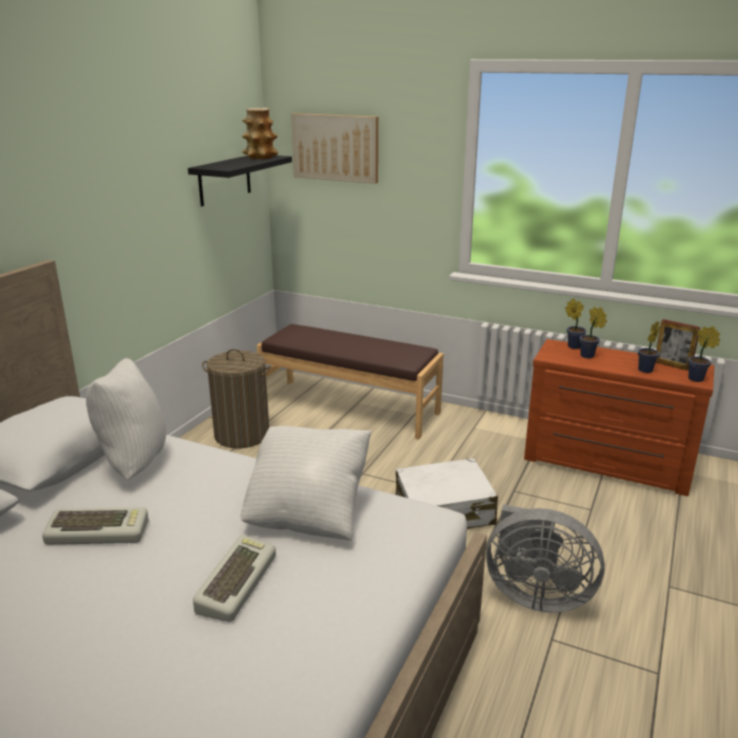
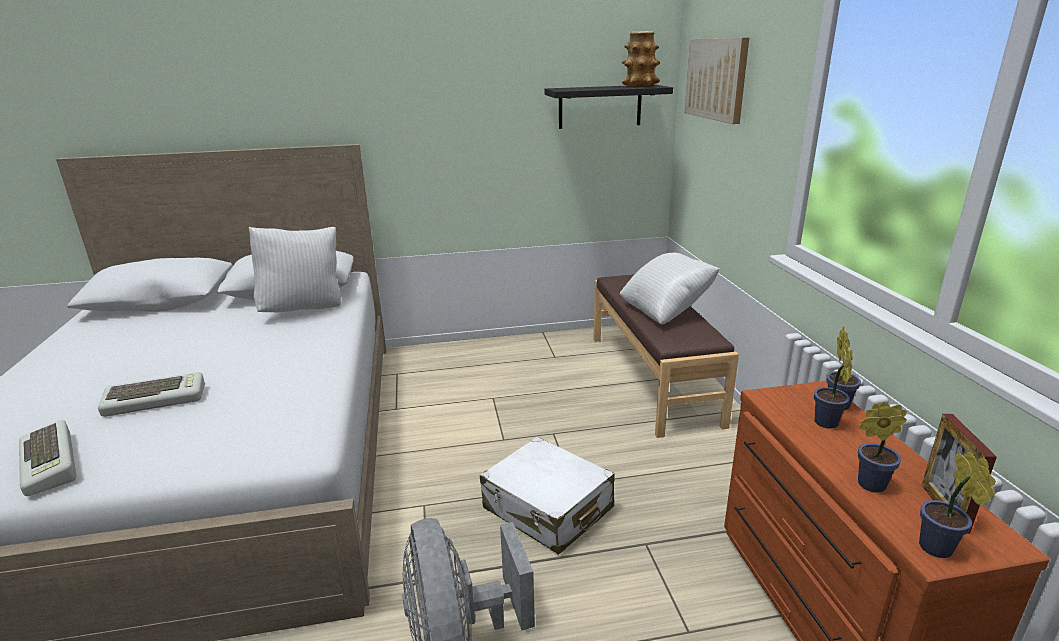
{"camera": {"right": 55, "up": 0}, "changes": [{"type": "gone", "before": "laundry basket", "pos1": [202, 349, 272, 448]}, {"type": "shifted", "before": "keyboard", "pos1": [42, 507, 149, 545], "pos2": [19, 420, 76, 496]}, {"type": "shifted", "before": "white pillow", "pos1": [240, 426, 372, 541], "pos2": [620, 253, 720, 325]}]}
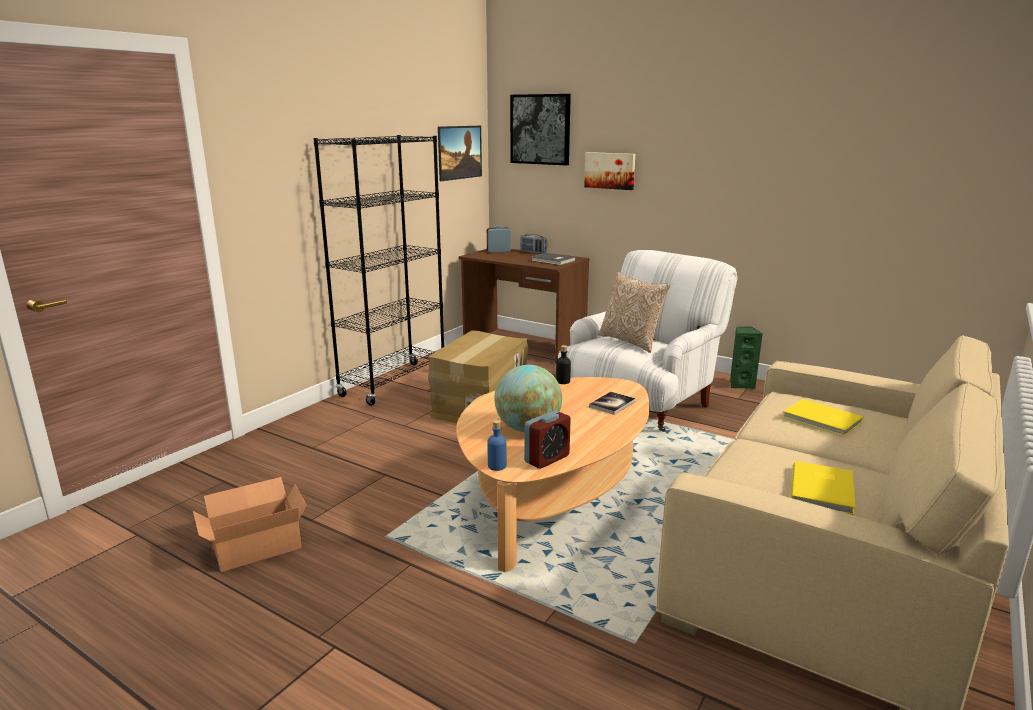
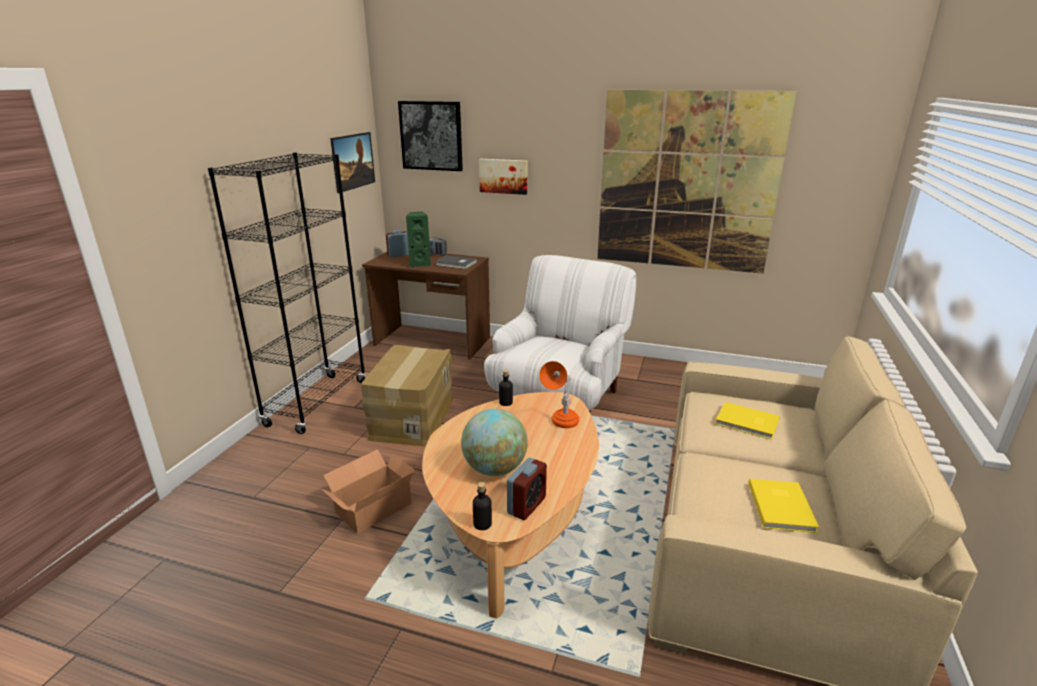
{"camera": {"right": -15, "up": 5}, "changes": [{"type": "gone", "before": "pillow", "pos1": [598, 272, 671, 353]}, {"type": "new", "after": "picture", "pos2": [597, 90, 796, 274]}, {"type": "shifted", "before": "cardboard box", "pos1": [193, 477, 307, 572], "pos2": [322, 449, 415, 534]}, {"type": "shifted", "before": "green speaker", "pos1": [730, 327, 763, 389], "pos2": [406, 212, 431, 267]}, {"type": "swapped", "before": "book", "after": "orange table lamp", "pos1": [589, 392, 636, 415], "pos2": [539, 361, 579, 428]}, {"type": "repainted", "before": "blue bottle", "after": "black bottle", "pos1": [488, 420, 506, 471], "pos2": [473, 482, 492, 530]}]}
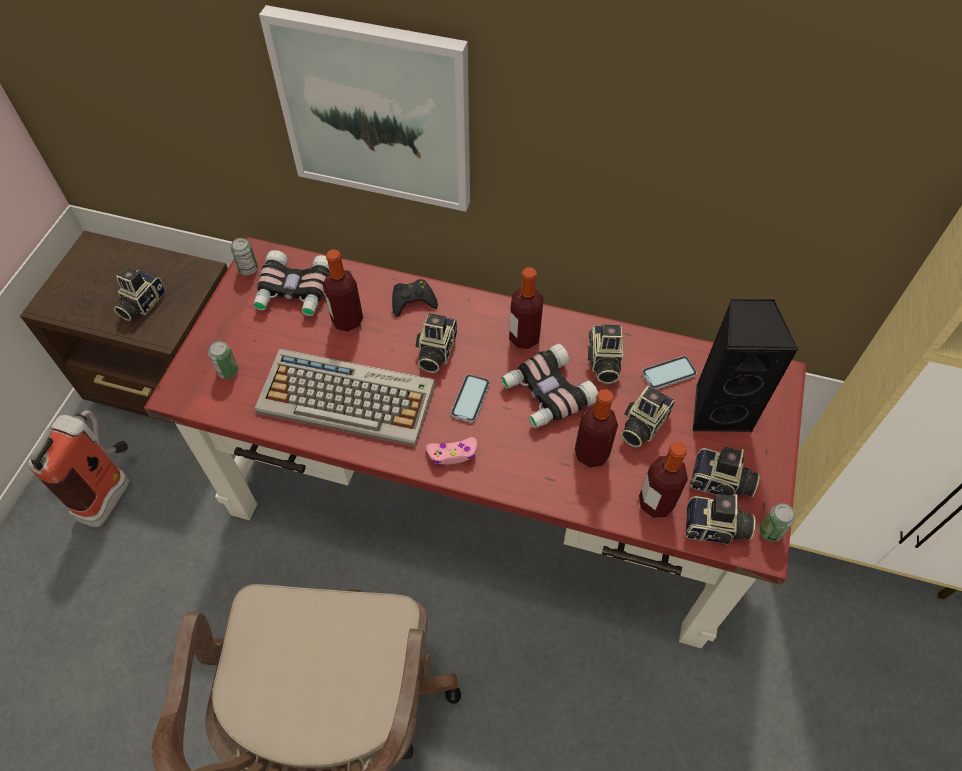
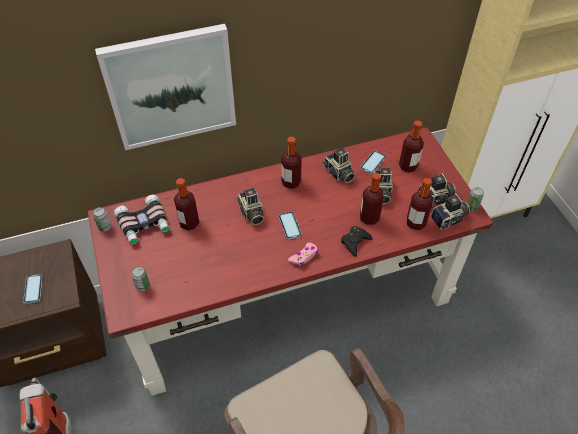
{"camera": {"right": -35, "up": -5}, "changes": [{"type": "gone", "before": "keyboard", "pos1": [255, 349, 435, 447]}, {"type": "gone", "before": "binoculars", "pos1": [501, 343, 598, 428]}, {"type": "shifted", "before": "black game controller", "pos1": [392, 279, 438, 317], "pos2": [341, 226, 373, 256]}, {"type": "swapped", "before": "photo camera", "after": "phone", "pos1": [113, 268, 166, 321], "pos2": [23, 274, 43, 304]}, {"type": "swapped", "before": "black speaker", "after": "bottle", "pos1": [693, 299, 798, 432], "pos2": [399, 120, 424, 173]}]}
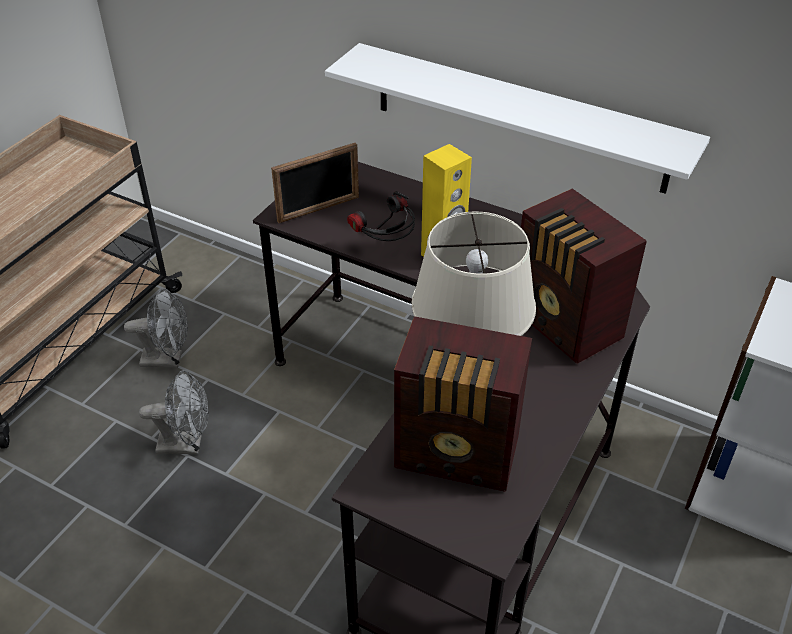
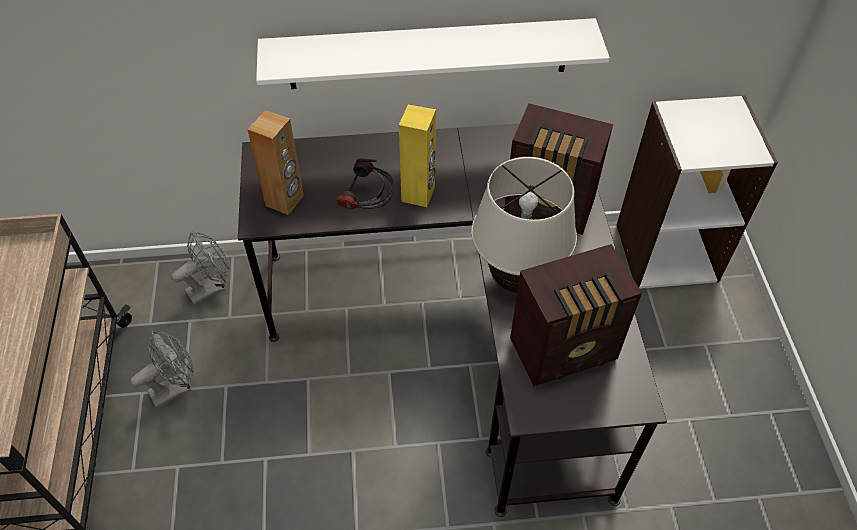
{"camera": {"right": -35, "up": 10}, "changes": [{"type": "shifted", "before": "grey fan", "pos1": [139, 370, 209, 454], "pos2": [172, 231, 229, 305]}, {"type": "swapped", "before": "picture frame", "after": "brown speaker", "pos1": [271, 142, 359, 223], "pos2": [247, 110, 304, 215]}]}
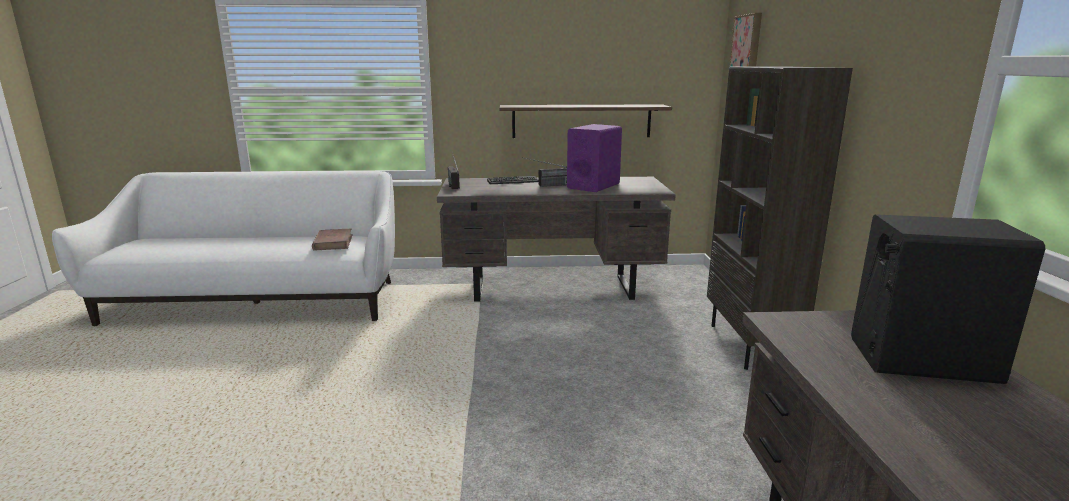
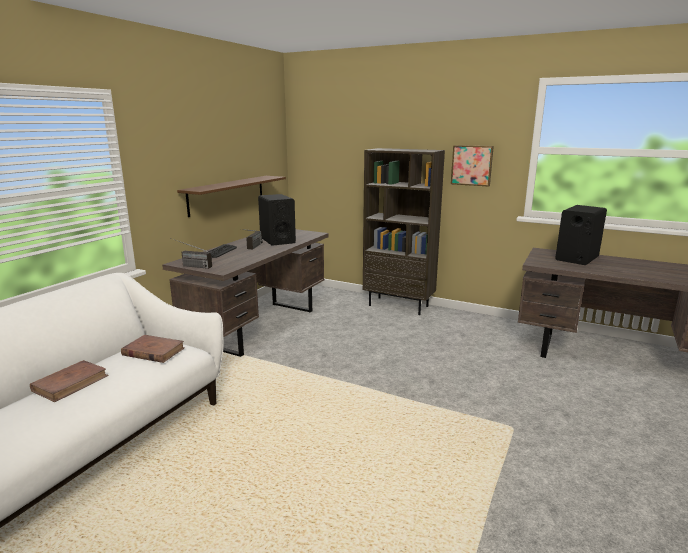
{"camera": {"right": -60, "up": 0}, "changes": [{"type": "new", "after": "brown book", "pos2": [30, 360, 109, 402]}, {"type": "shifted", "before": "picture", "pos1": [729, 13, 762, 66], "pos2": [451, 145, 494, 187]}, {"type": "repainted", "before": "purple speaker", "after": "black speaker", "pos1": [567, 124, 622, 192], "pos2": [258, 194, 296, 246]}]}
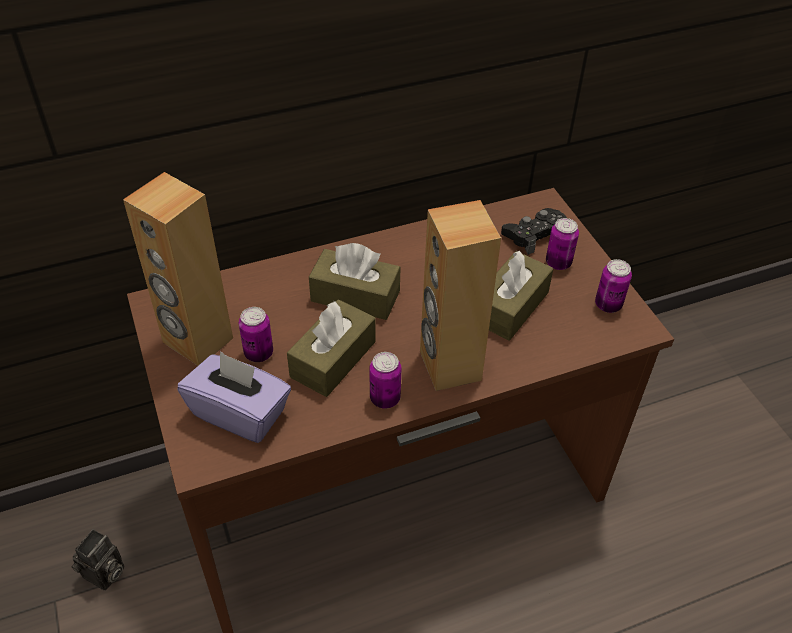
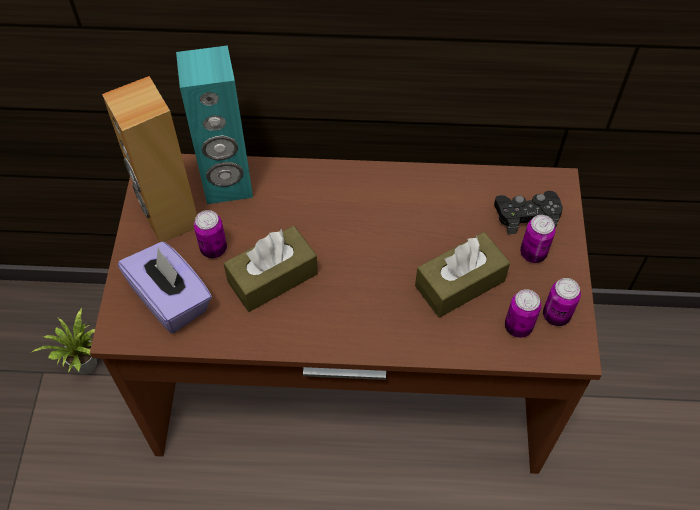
{"camera": {"right": 25, "up": 10}, "changes": [{"type": "gone", "before": "brown tissue box", "pos1": [309, 243, 401, 320]}, {"type": "gone", "before": "brown speaker", "pos1": [420, 200, 501, 391]}, {"type": "new", "after": "turquoise speaker", "pos2": [176, 45, 253, 204]}, {"type": "shifted", "before": "can", "pos1": [369, 352, 402, 409], "pos2": [505, 289, 541, 338]}, {"type": "swapped", "before": "photo camera", "after": "potted plant", "pos1": [71, 529, 124, 590], "pos2": [32, 308, 97, 374]}]}
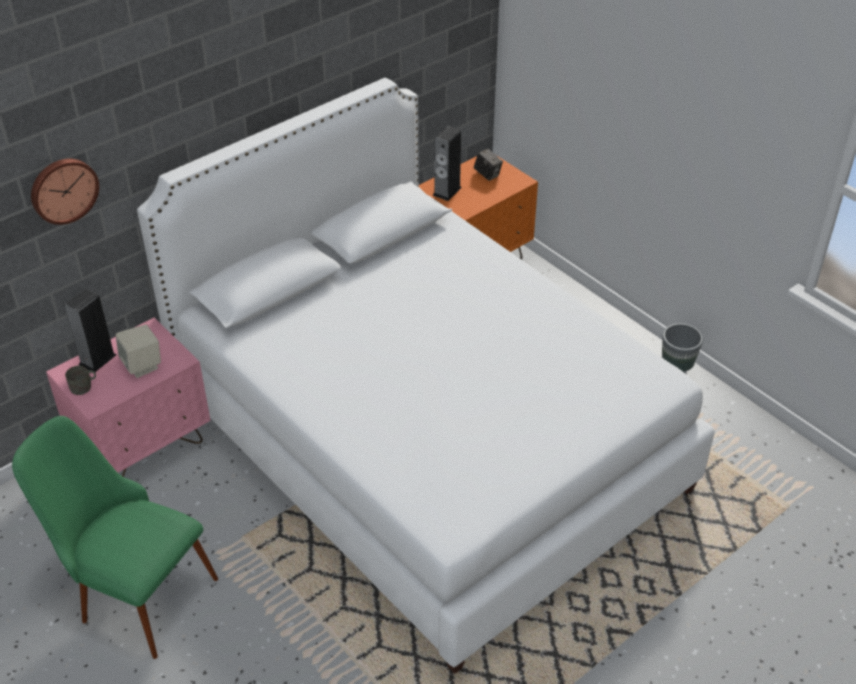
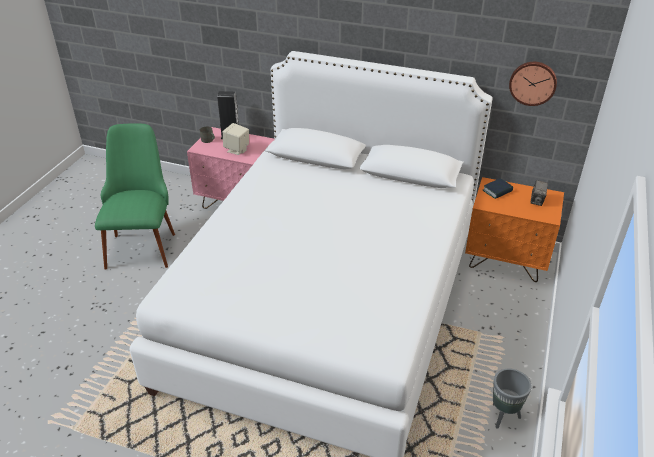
{"camera": {"right": 60, "up": -5}, "changes": [{"type": "shifted", "before": "wall clock", "pos1": [31, 159, 99, 225], "pos2": [509, 62, 557, 106]}, {"type": "swapped", "before": "speaker", "after": "book", "pos1": [433, 126, 462, 201], "pos2": [483, 178, 513, 199]}]}
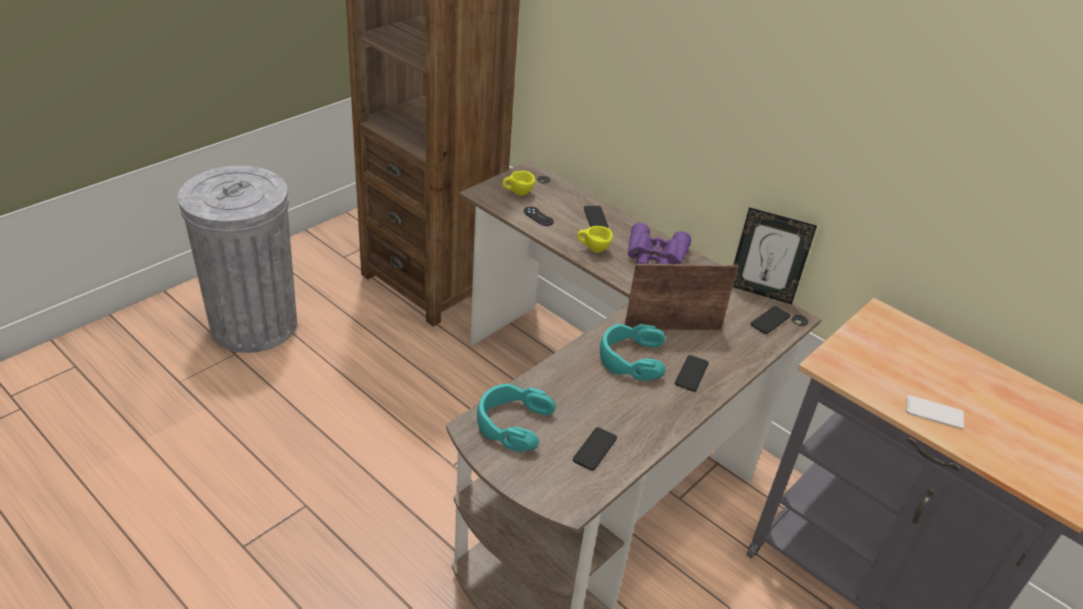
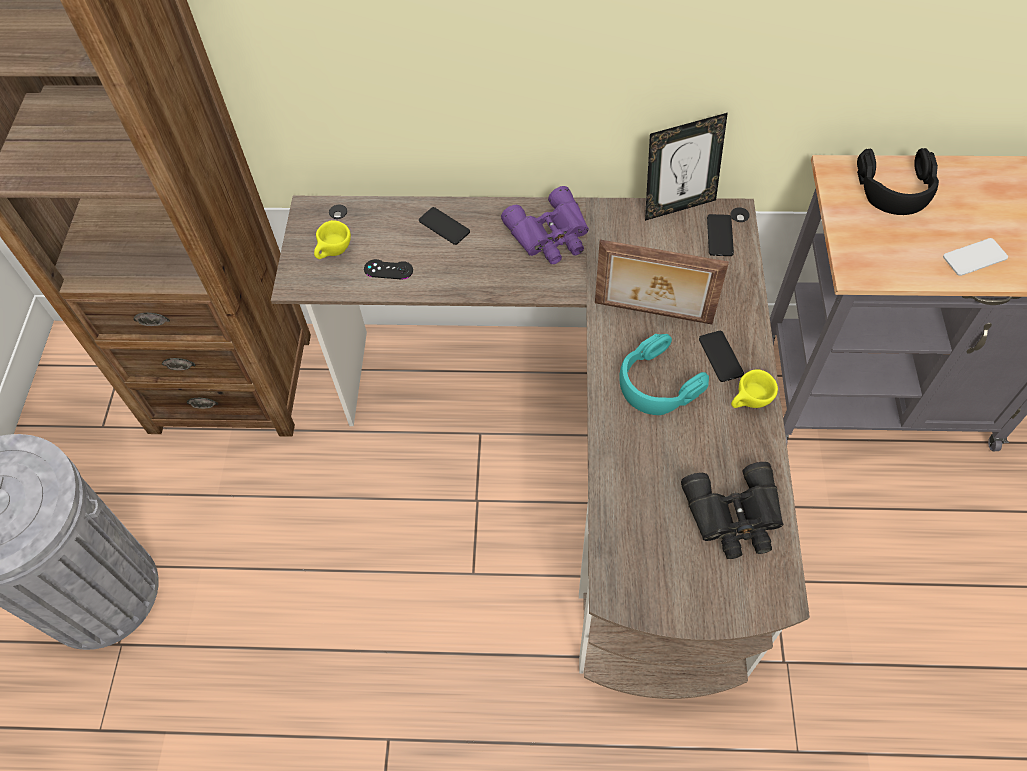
{"camera": {"right": -35, "up": 20}, "changes": [{"type": "gone", "before": "turquoise headphones", "pos1": [477, 383, 556, 453]}, {"type": "new", "after": "black headphones", "pos2": [857, 148, 939, 215]}, {"type": "shifted", "before": "yellow cup", "pos1": [577, 226, 613, 253], "pos2": [731, 370, 778, 408]}, {"type": "swapped", "before": "phone", "after": "black binoculars", "pos1": [573, 427, 617, 471], "pos2": [681, 462, 783, 559]}, {"type": "rotated", "before": "picture frame", "pos1": [625, 264, 738, 330], "pos2": [595, 240, 729, 324], "turn": -120}]}
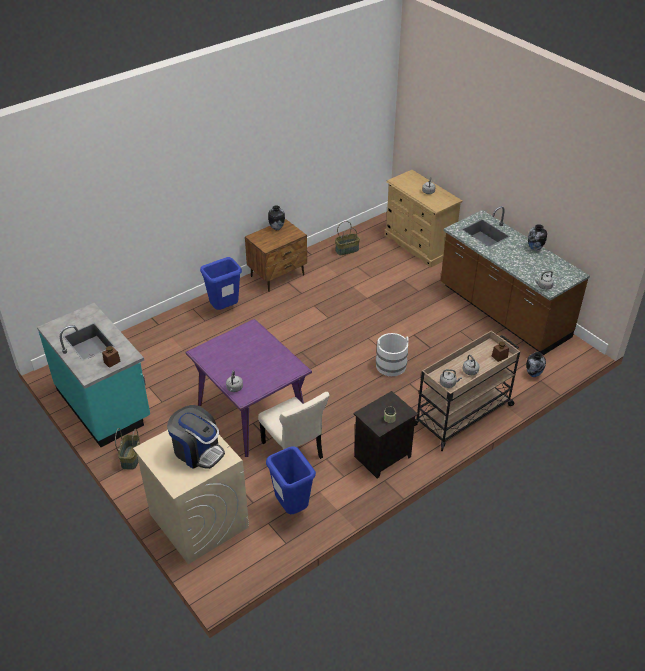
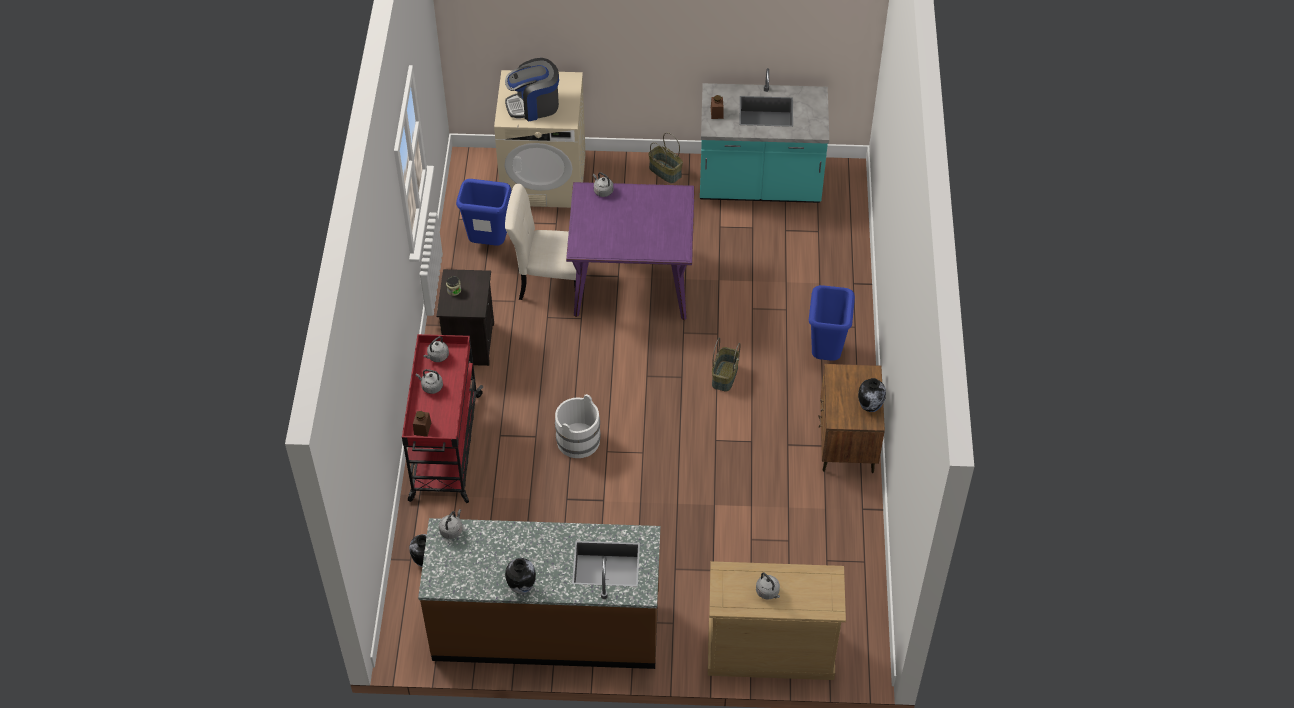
{"camera": {"right": 130, "up": 10}, "changes": [{"type": "shifted", "before": "basket", "pos1": [335, 221, 360, 255], "pos2": [712, 338, 741, 392]}, {"type": "repainted", "before": "beige cart", "after": "red cart", "pos1": [414, 331, 520, 451], "pos2": [402, 334, 483, 503]}]}
